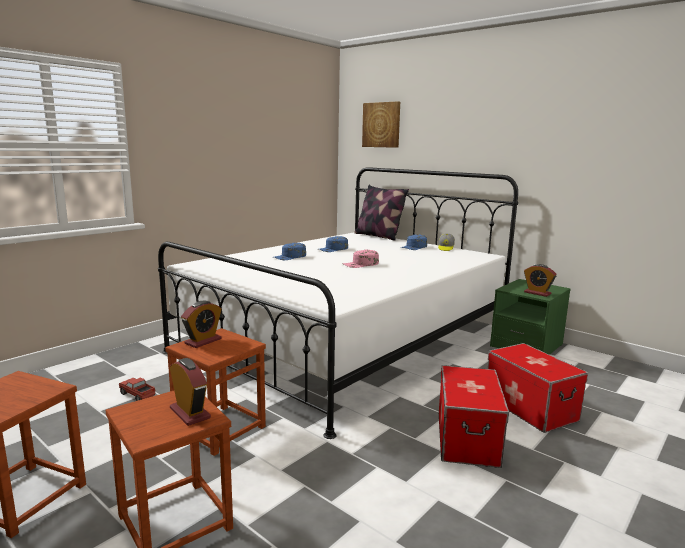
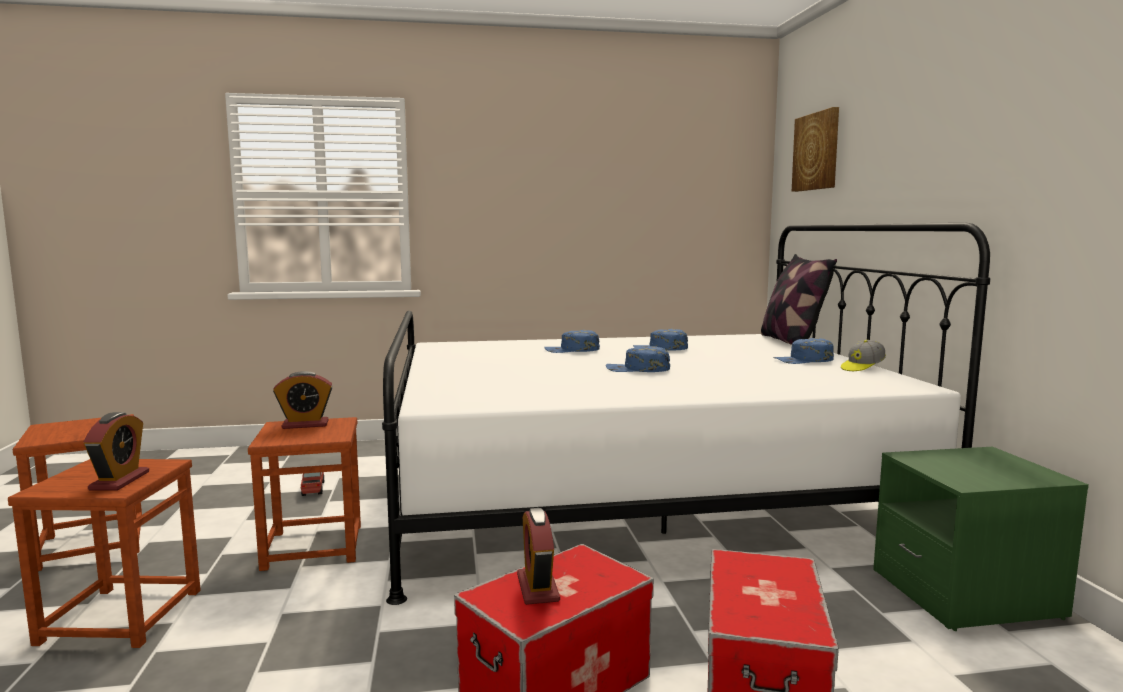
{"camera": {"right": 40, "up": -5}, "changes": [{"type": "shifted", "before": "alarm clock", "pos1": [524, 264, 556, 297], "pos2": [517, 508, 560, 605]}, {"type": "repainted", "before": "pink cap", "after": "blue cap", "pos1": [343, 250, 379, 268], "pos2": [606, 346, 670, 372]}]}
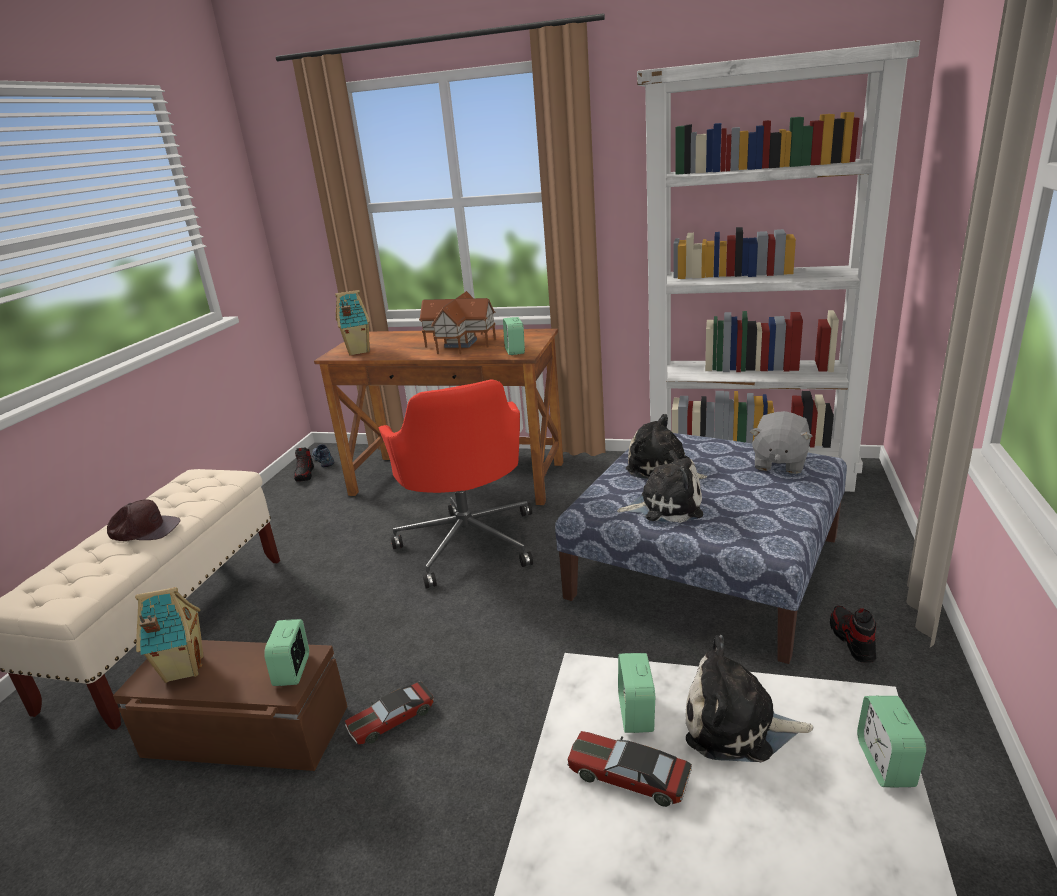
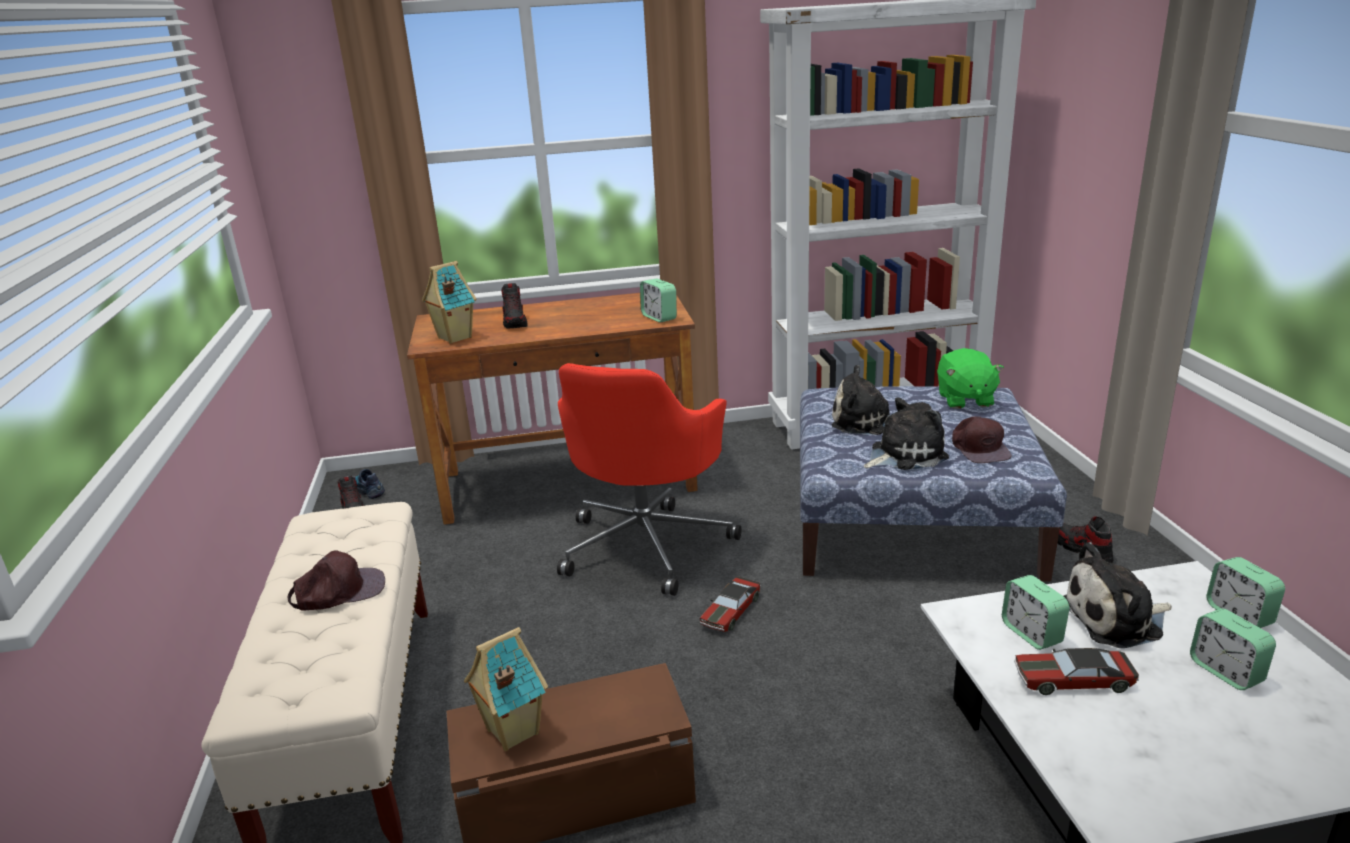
{"camera": {"right": -25, "up": 0}, "changes": [{"type": "gone", "before": "toy house", "pos1": [419, 291, 496, 354]}, {"type": "new", "after": "shoe", "pos2": [501, 283, 528, 329]}, {"type": "new", "after": "brown cap", "pos2": [952, 416, 1012, 463]}, {"type": "shifted", "before": "alarm clock", "pos1": [264, 619, 309, 686], "pos2": [1190, 609, 1276, 690]}, {"type": "shifted", "before": "toy car", "pos1": [345, 682, 434, 744], "pos2": [700, 576, 761, 632]}, {"type": "repainted", "before": "grey plush toy", "after": "green plush toy", "pos1": [750, 411, 813, 474], "pos2": [937, 348, 1004, 409]}, {"type": "rotated", "before": "red office chair", "pos1": [379, 380, 533, 589], "pos2": [557, 363, 741, 596], "turn": 60}]}
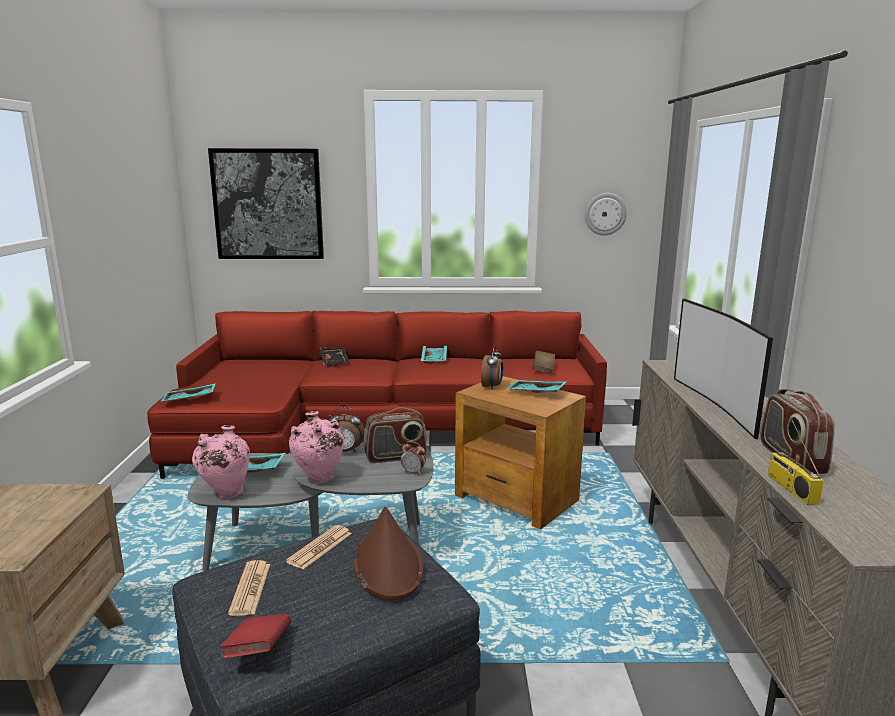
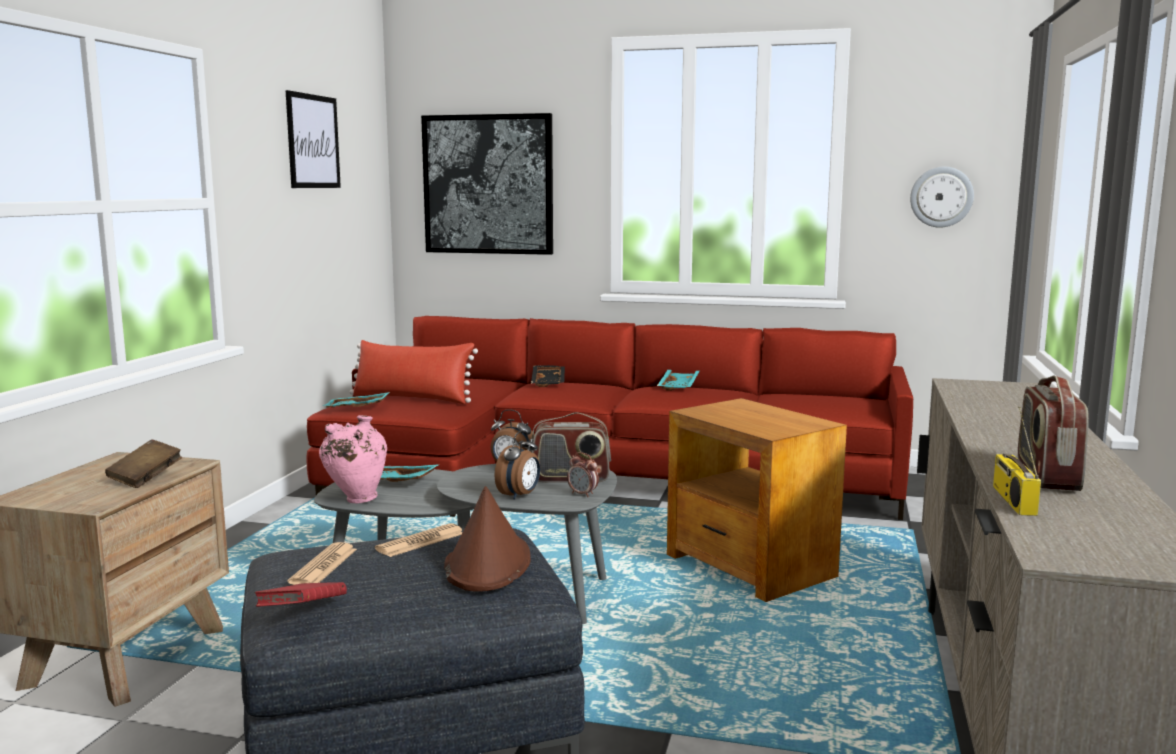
{"camera": {"right": 15, "up": -5}, "changes": [{"type": "gone", "before": "pink vase", "pos1": [289, 411, 344, 483]}, {"type": "gone", "before": "turquoise tray", "pos1": [507, 380, 568, 393]}, {"type": "gone", "before": "television", "pos1": [674, 299, 773, 439]}, {"type": "new", "after": "picture", "pos2": [286, 90, 341, 188]}, {"type": "new", "after": "red pillow", "pos2": [350, 340, 478, 404]}, {"type": "shifted", "before": "alarm clock", "pos1": [481, 345, 503, 390], "pos2": [495, 430, 540, 500]}, {"type": "shifted", "before": "brown book", "pos1": [533, 351, 555, 373], "pos2": [105, 439, 182, 488]}]}
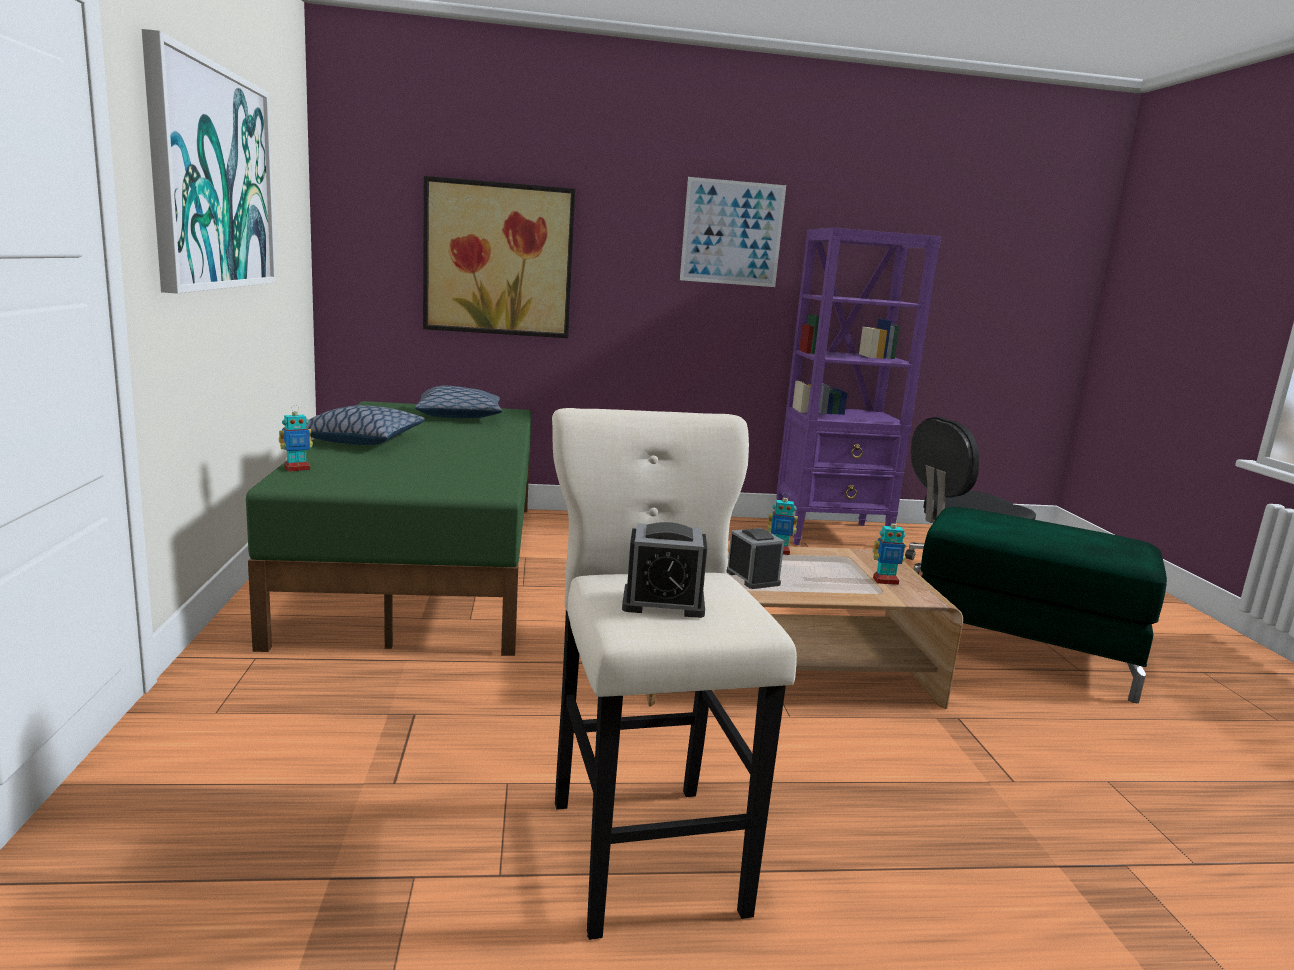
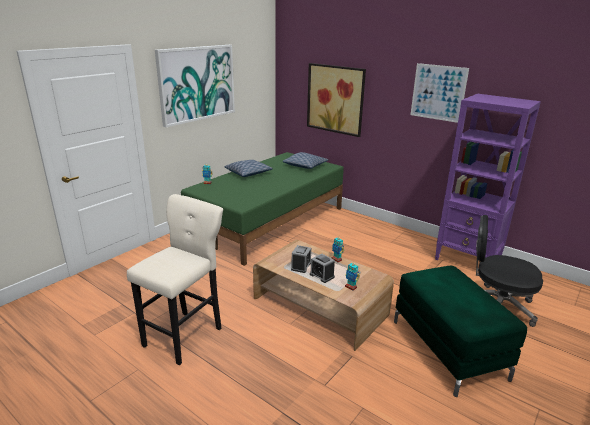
{"camera": {"right": 45, "up": 10}, "changes": [{"type": "shifted", "before": "alarm clock", "pos1": [622, 522, 707, 618], "pos2": [310, 253, 335, 283]}]}
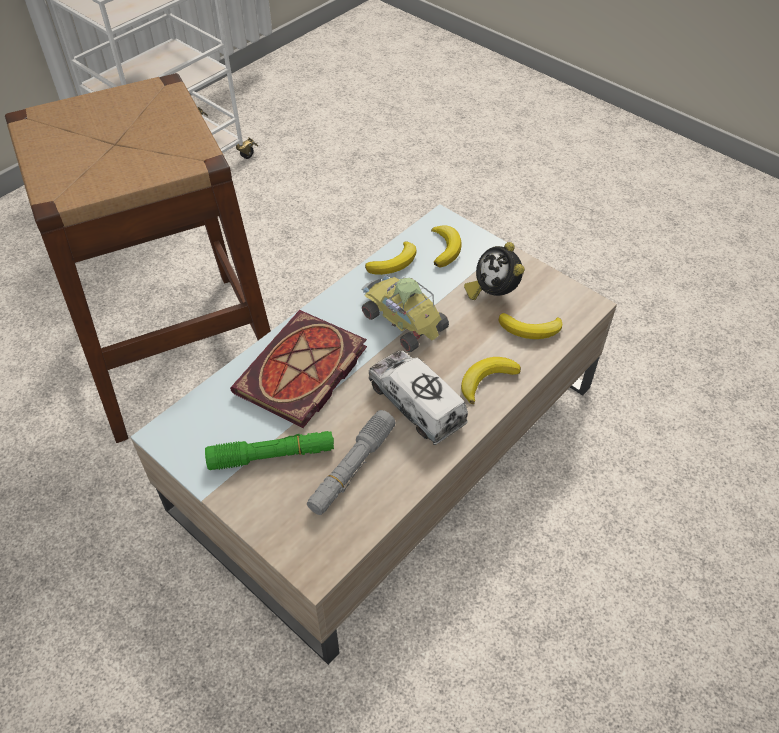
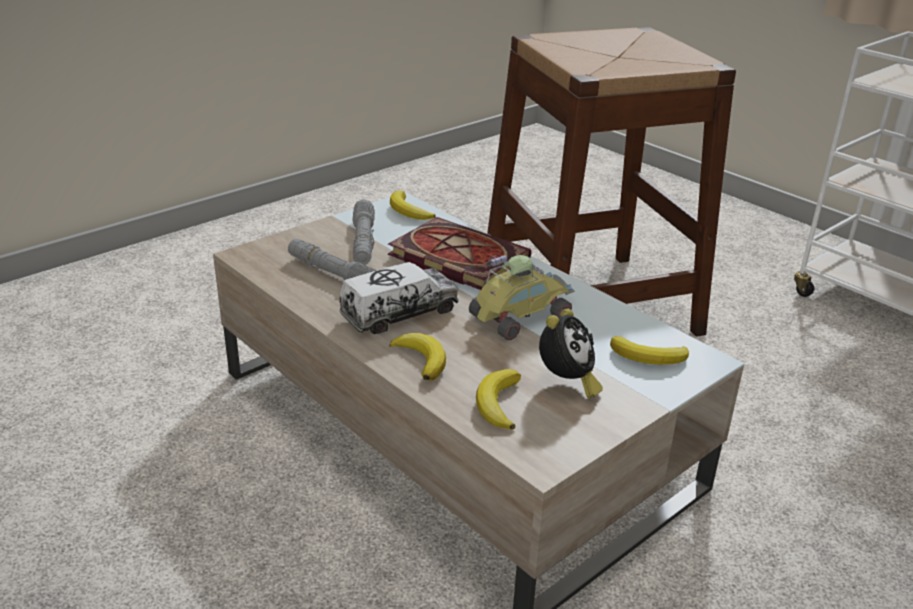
{"camera": {"right": 95, "up": -20}, "changes": [{"type": "shifted", "before": "banana", "pos1": [365, 241, 417, 275], "pos2": [390, 191, 436, 220]}, {"type": "repainted", "before": "green flashlight", "after": "grey flashlight", "pos1": [205, 431, 334, 470], "pos2": [353, 200, 375, 265]}, {"type": "rotated", "before": "alarm clock", "pos1": [464, 242, 525, 300], "pos2": [539, 309, 603, 398], "turn": 135}]}
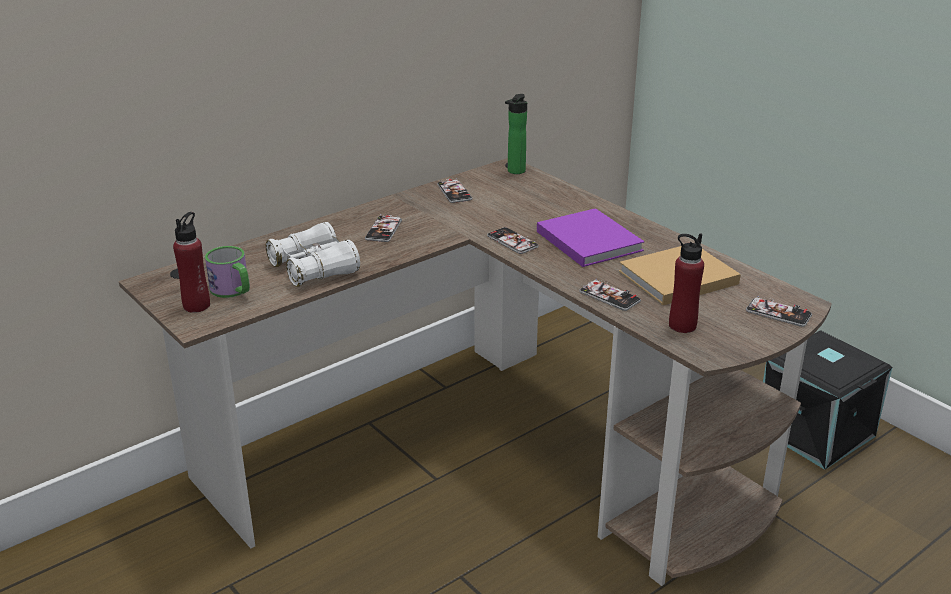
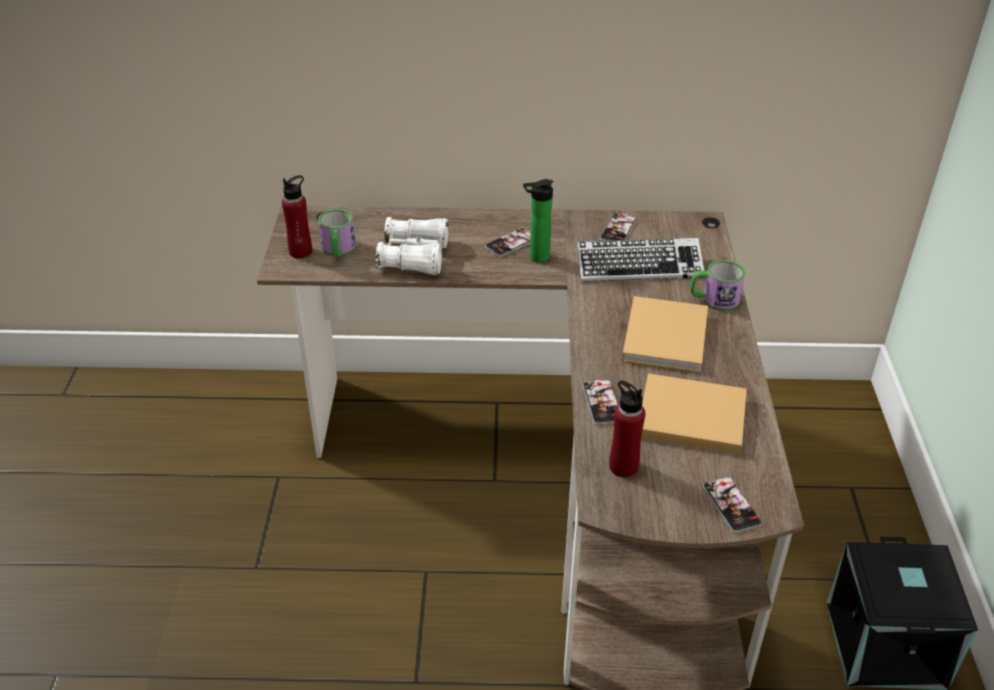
{"camera": {"right": 40, "up": 10}, "changes": [{"type": "gone", "before": "phone", "pos1": [487, 227, 539, 254]}, {"type": "new", "after": "keyboard", "pos2": [577, 238, 704, 282]}, {"type": "new", "after": "mug", "pos2": [690, 260, 745, 311]}, {"type": "shifted", "before": "bottle", "pos1": [505, 94, 527, 174], "pos2": [523, 179, 553, 263]}, {"type": "repainted", "before": "purple book", "after": "beige book", "pos1": [537, 208, 644, 267], "pos2": [622, 296, 708, 373]}]}
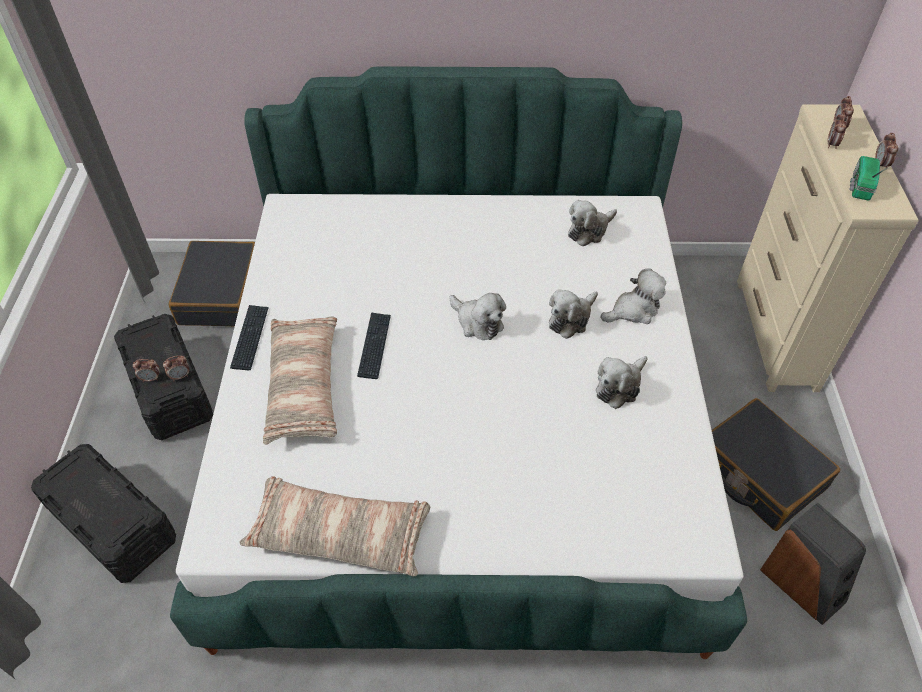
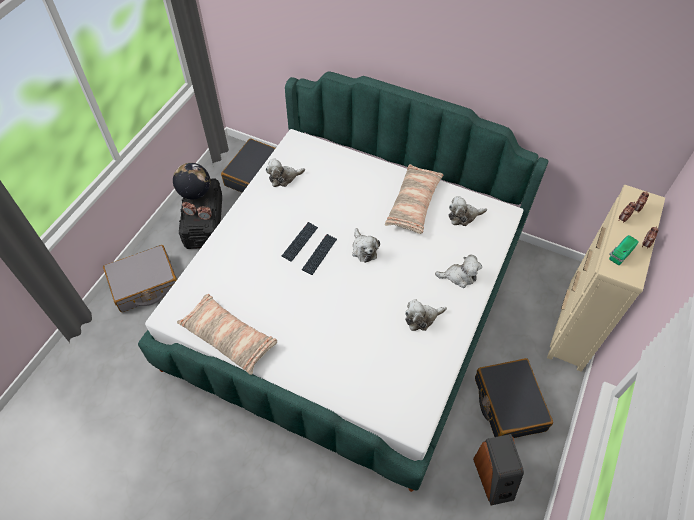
{"camera": {"right": 25, "up": 5}, "changes": [{"type": "new", "after": "globe", "pos2": [173, 163, 210, 200]}, {"type": "shifted", "before": "keyboard", "pos1": [230, 305, 269, 370], "pos2": [302, 234, 337, 275]}, {"type": "shifted", "before": "pillow", "pos1": [263, 317, 337, 445], "pos2": [385, 164, 443, 234]}, {"type": "shifted", "before": "plush toy", "pos1": [549, 289, 598, 339], "pos2": [266, 158, 305, 187]}, {"type": "swapped", "before": "black storage box", "after": "grey suitcase", "pos1": [31, 444, 176, 583], "pos2": [103, 245, 177, 312]}]}
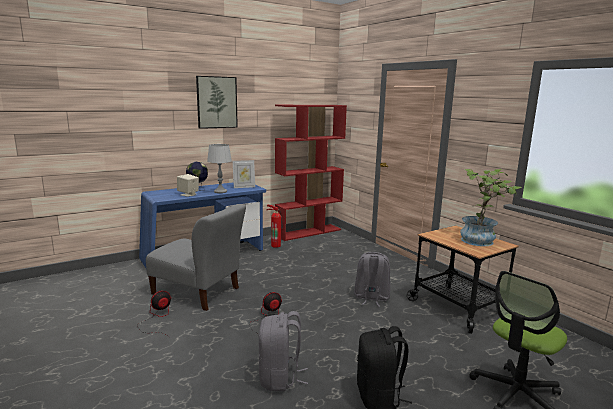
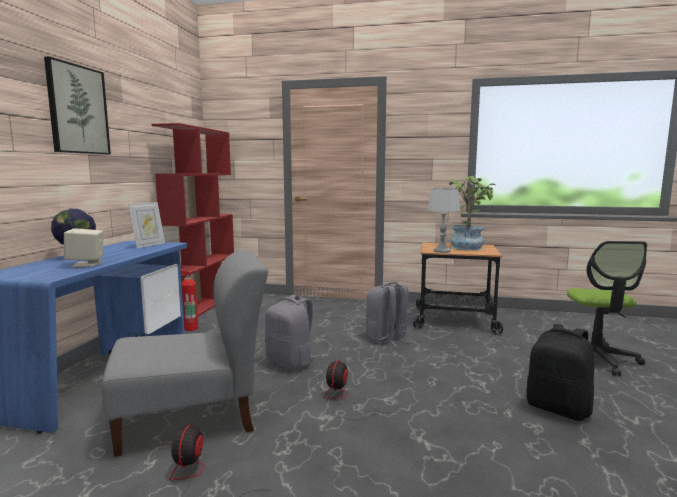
{"camera": {"right": -45, "up": -5}, "changes": [{"type": "shifted", "before": "grey table lamp", "pos1": [207, 144, 232, 193], "pos2": [428, 188, 460, 253]}, {"type": "shifted", "before": "grey backpack", "pos1": [259, 311, 308, 391], "pos2": [265, 295, 318, 371]}]}
